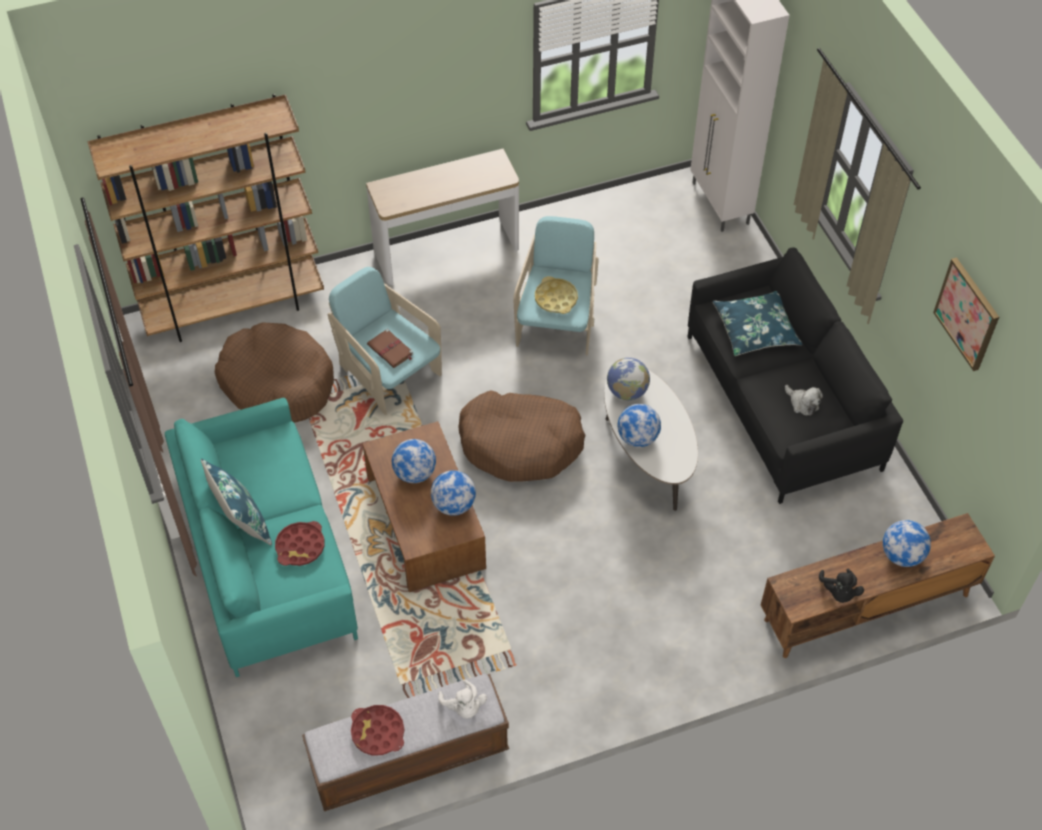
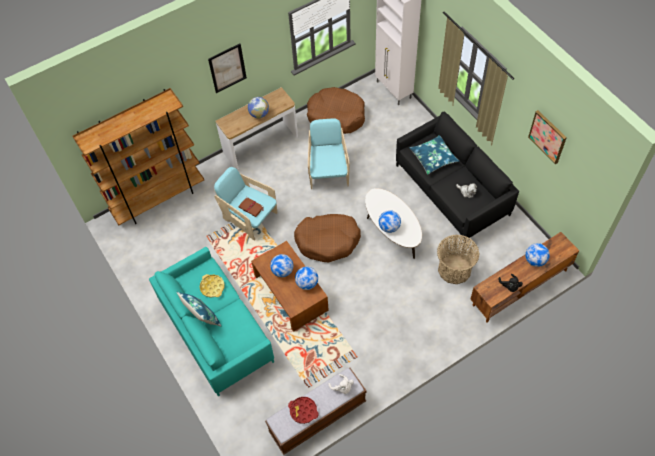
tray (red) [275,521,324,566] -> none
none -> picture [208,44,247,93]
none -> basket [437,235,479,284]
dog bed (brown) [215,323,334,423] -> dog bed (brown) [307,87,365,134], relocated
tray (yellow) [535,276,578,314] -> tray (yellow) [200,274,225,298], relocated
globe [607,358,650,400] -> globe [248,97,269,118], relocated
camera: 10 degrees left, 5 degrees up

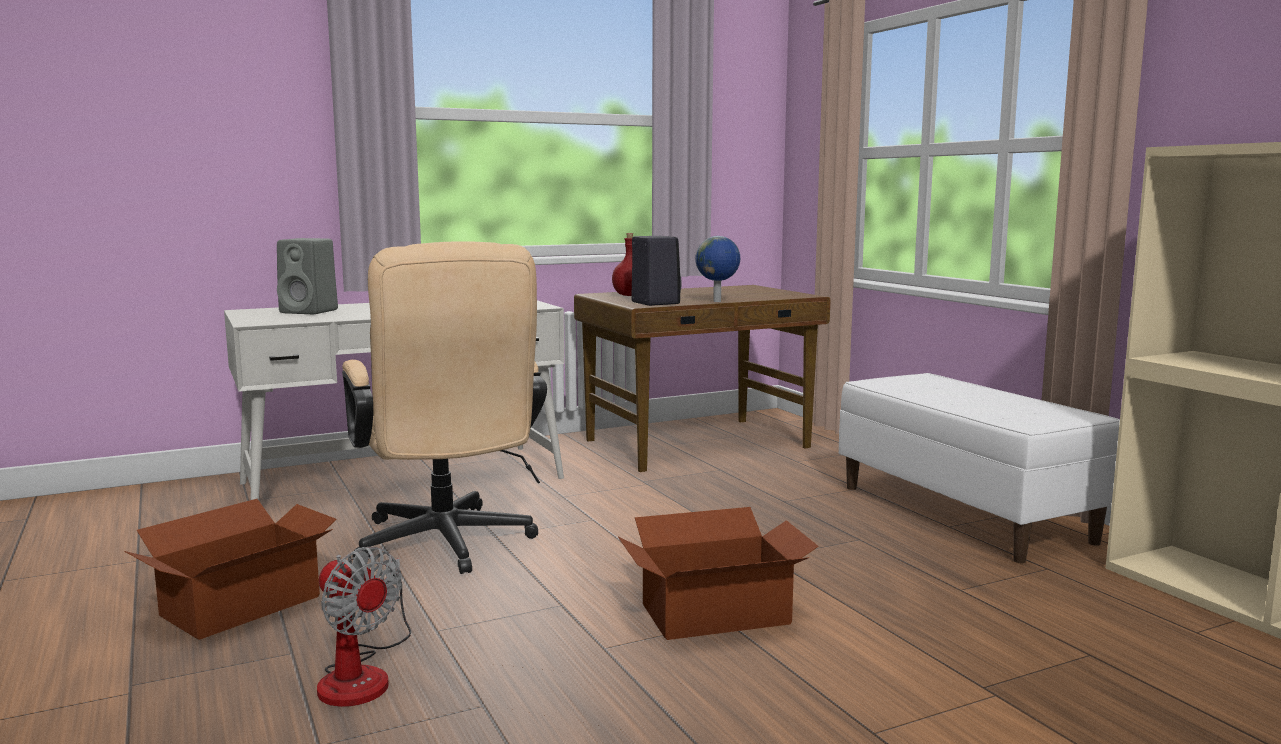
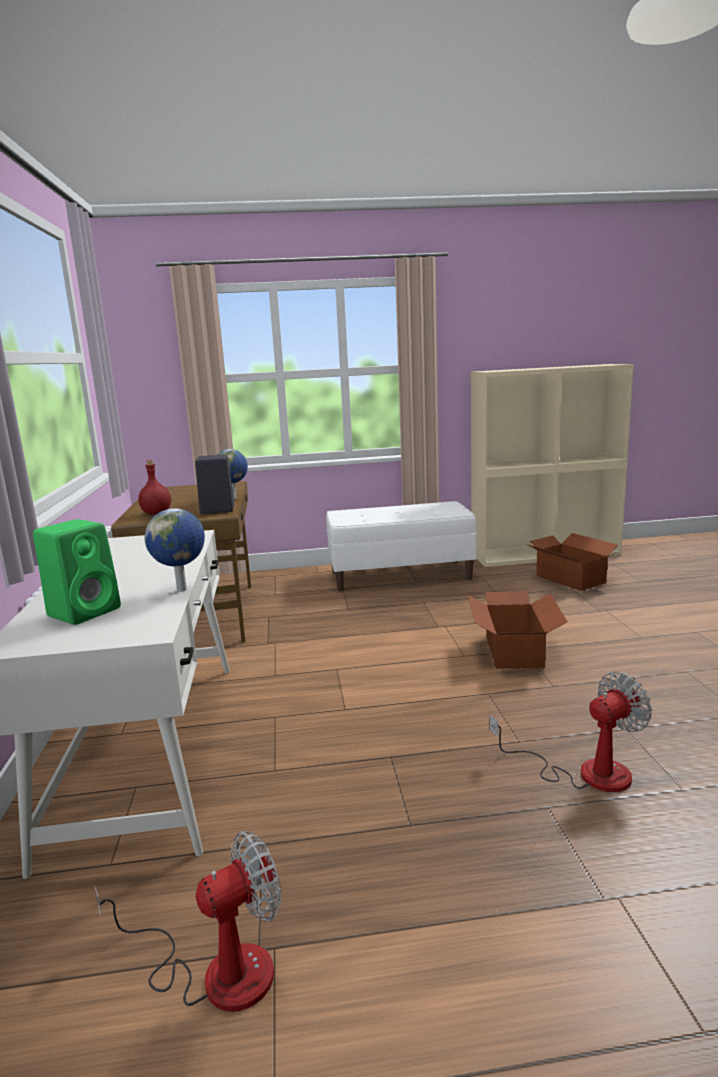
office chair (beige) [342,241,547,574] -> none
none -> fan [94,831,281,1012]
none -> globe [145,508,205,592]
cardboard box [124,499,337,640] -> cardboard box [527,533,618,591], relocated
speaker (grey) [277,238,338,314] -> speaker (green) [33,519,121,625]
camera: 70 degrees left, 5 degrees up

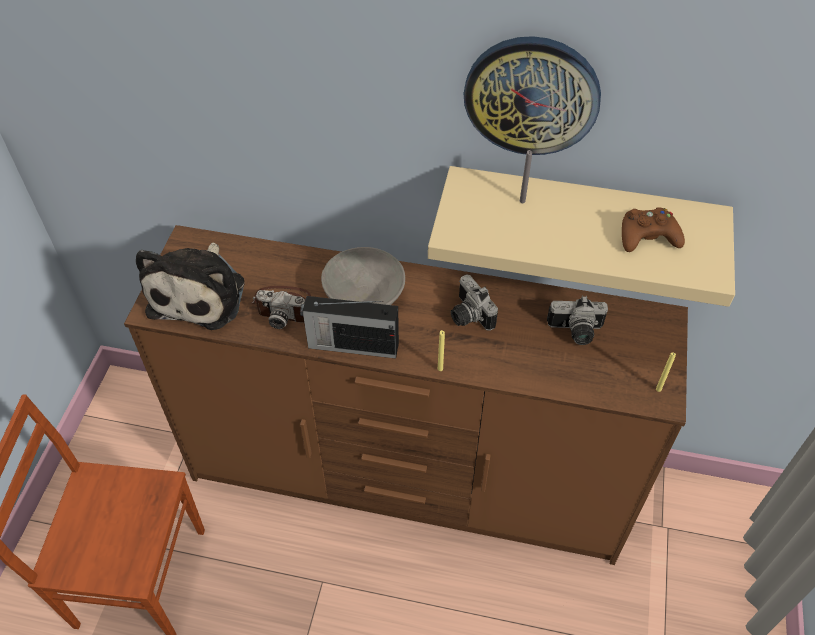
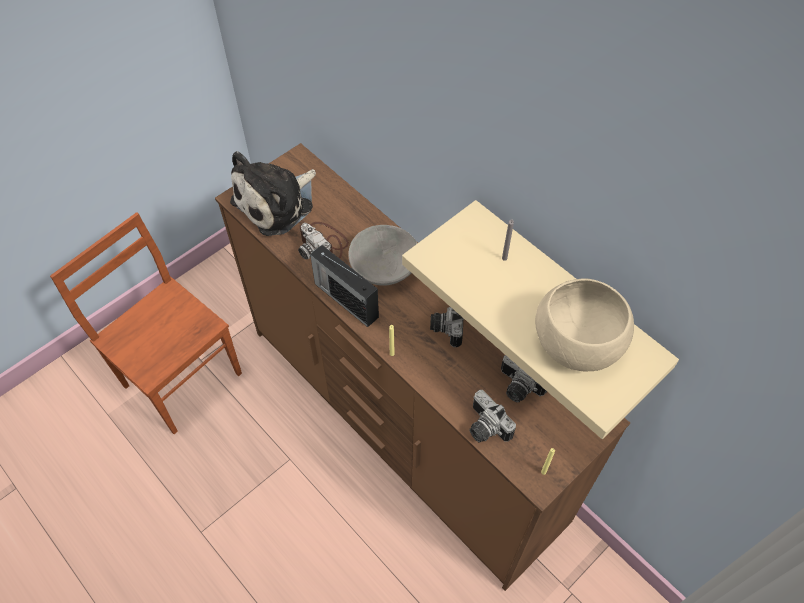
wall clock [464,36,601,155] -> none
none -> photo camera [469,390,516,443]
game controller (brown) [622,207,685,252] -> bowl (beige) [535,278,634,371]
camera: 35 degrees right, 5 degrees up

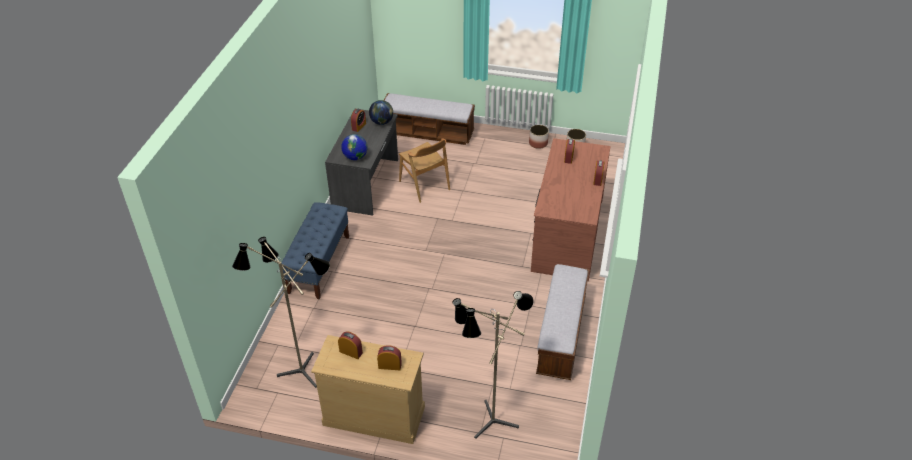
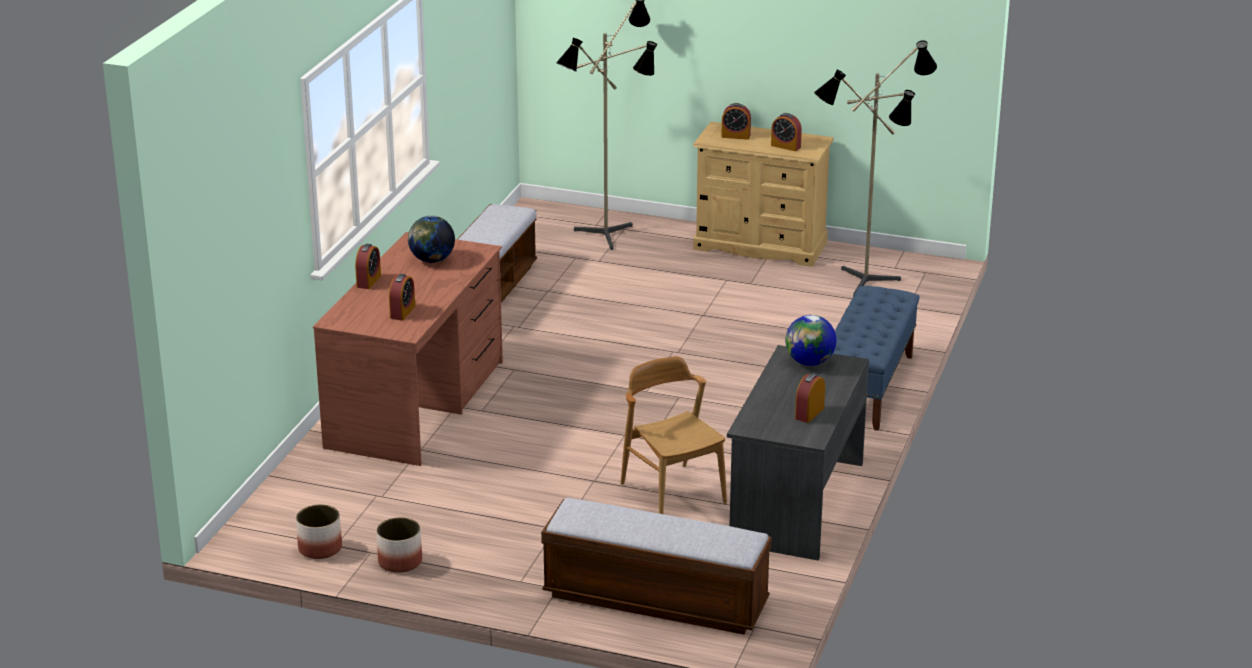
globe [369,100,393,125] -> globe [408,216,455,263], relocated
camera: 175 degrees left, 15 degrees down

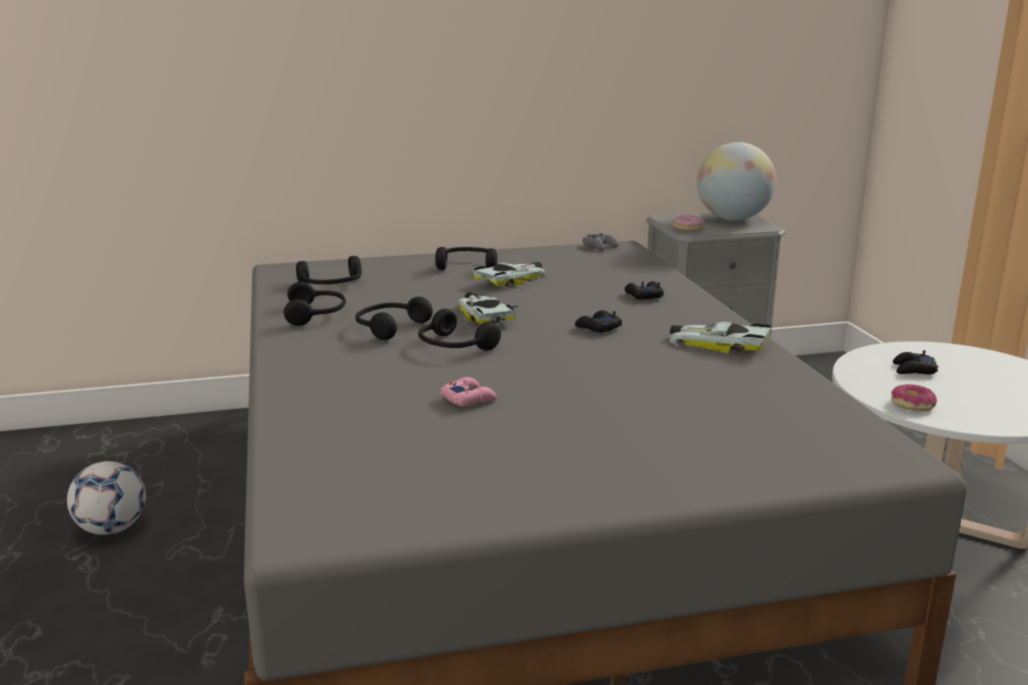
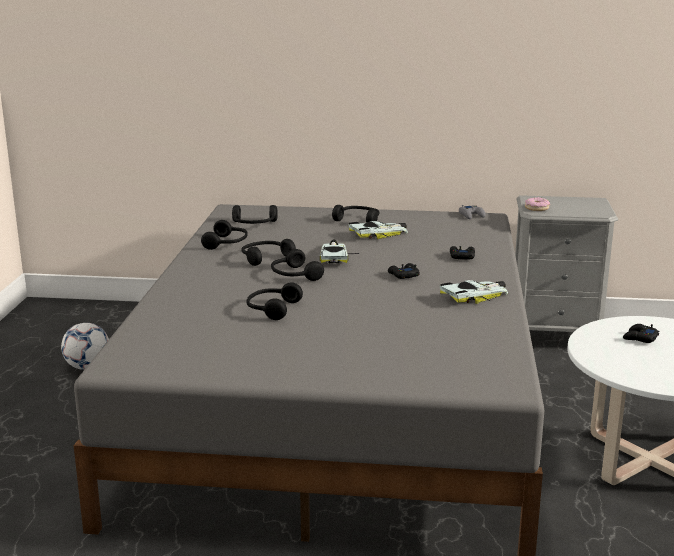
globe [697,142,776,221] -> none
donut [891,384,937,411] -> none
game controller (pink) [441,377,497,407] -> headphones (black) [247,282,303,320]
toy car [669,322,771,354] -> toy car [440,280,508,304], 105 degrees clockwise
camera: 20 degrees right, 0 degrees up

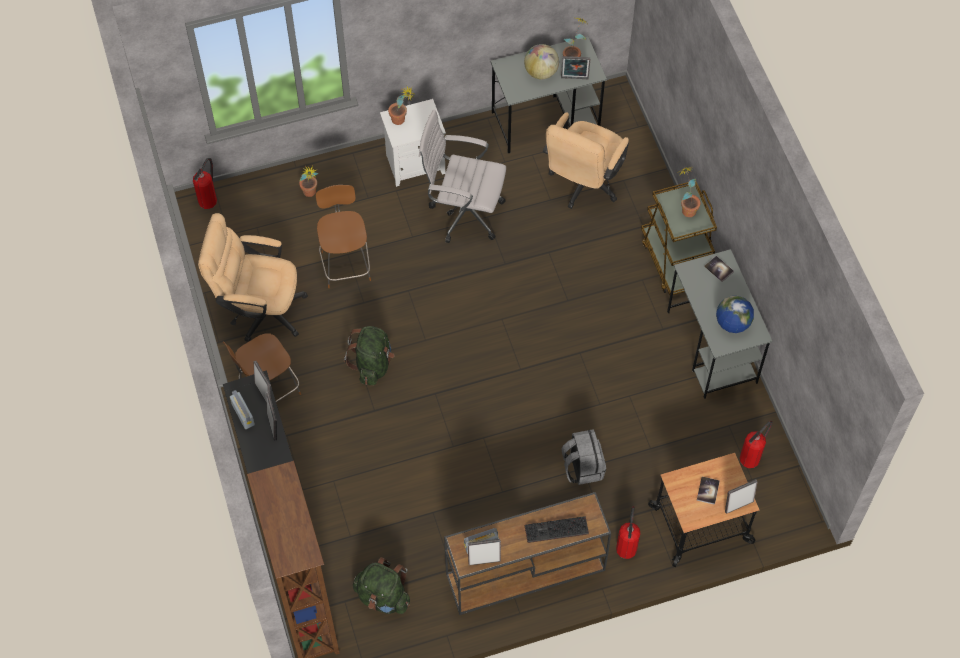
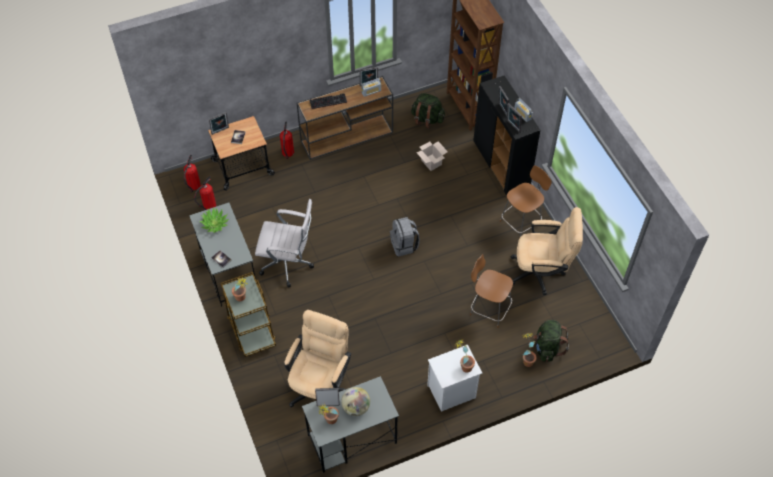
none -> cardboard box [416,141,448,171]
fire extinguisher [193,158,217,209] -> fire extinguisher [184,155,201,192], relocated
backpack (green) [344,326,394,386] -> backpack (green) [533,320,569,362], relocated
office chair (white) [419,110,506,243] -> office chair (white) [255,199,314,288], relocated
backpack (grey) [562,429,606,485] -> backpack (grey) [390,217,420,257], relocated
globe [716,296,754,333] -> potted plant [199,208,229,233]
chair (brown) [316,185,371,288] -> chair (brown) [470,254,513,328], 135 degrees clockwise
camera: 175 degrees right, 5 degrees down

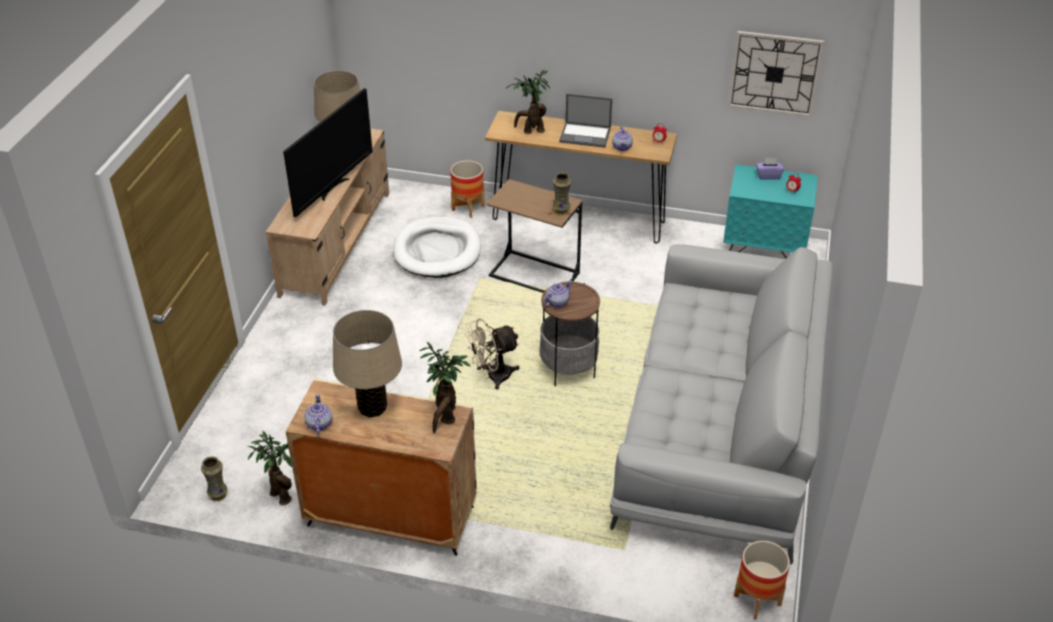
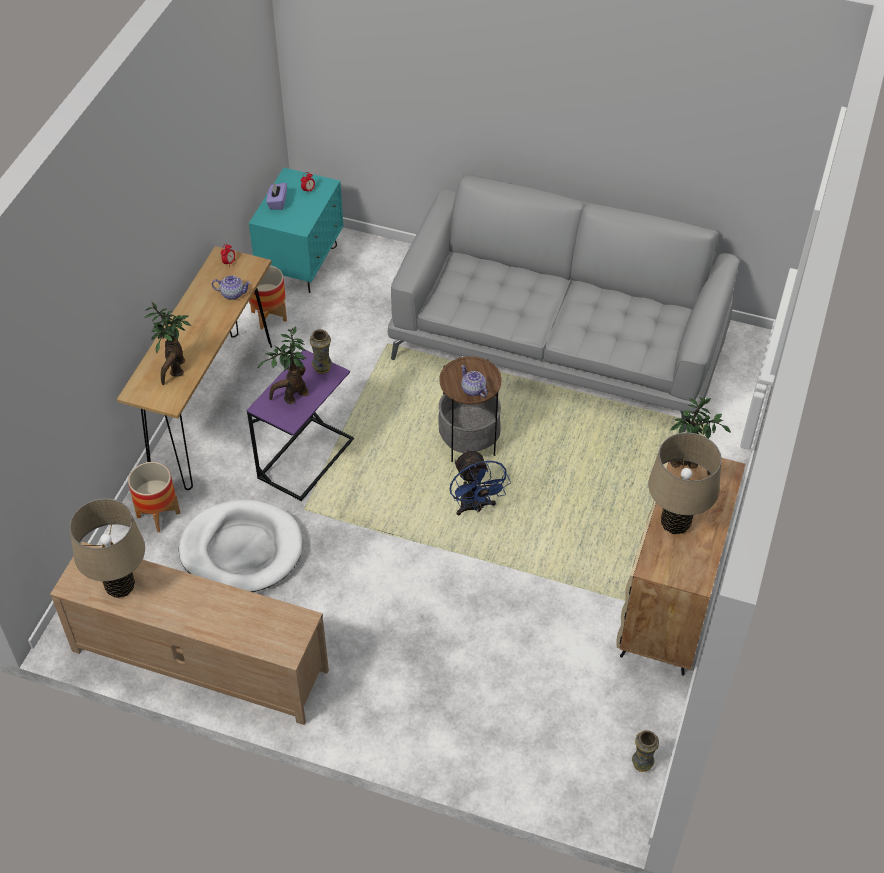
television [283,88,373,217] -> none
teapot [304,394,333,434] -> none
laptop [559,94,612,148] -> none
wall clock [728,31,824,117] -> none
potted plant [248,431,292,505] -> potted plant [258,326,309,404], relocated
planter [734,541,790,620] -> planter [249,265,287,330], relocated
fan (beige) [465,318,519,389] -> fan (blue) [450,449,511,515]
side table (brown) [486,179,583,293] -> side table (purple) [246,349,354,501]
camera: 85 degrees left, 10 degrees up

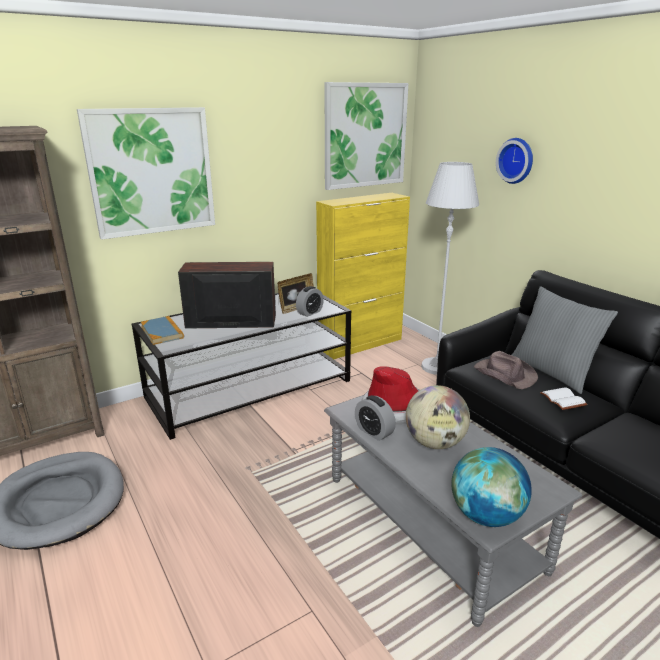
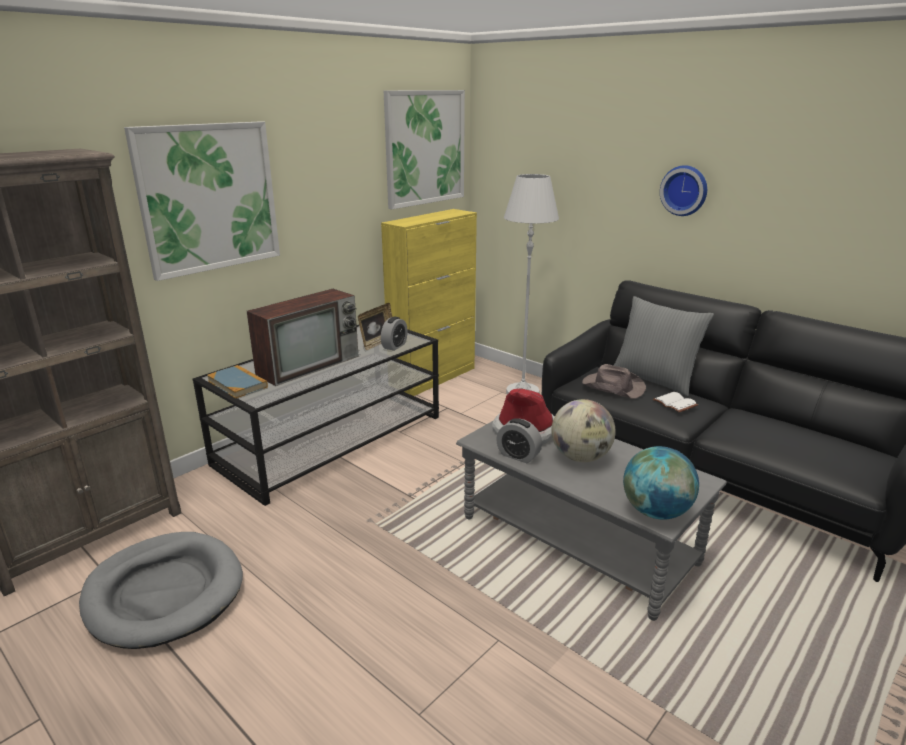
wall clock [496,138,533,184] -> wall clock [660,165,707,216], relocated
television [178,262,276,329] -> television [247,289,359,386], 150 degrees clockwise
camera: 15 degrees left, 0 degrees up

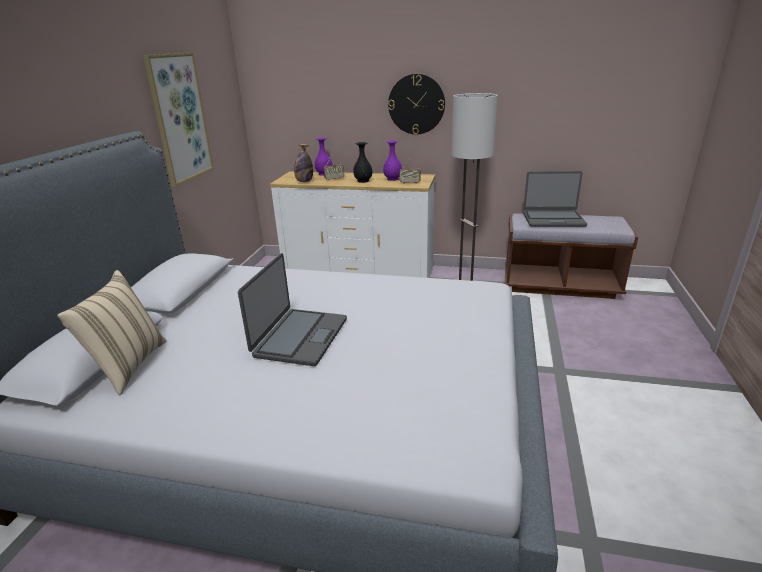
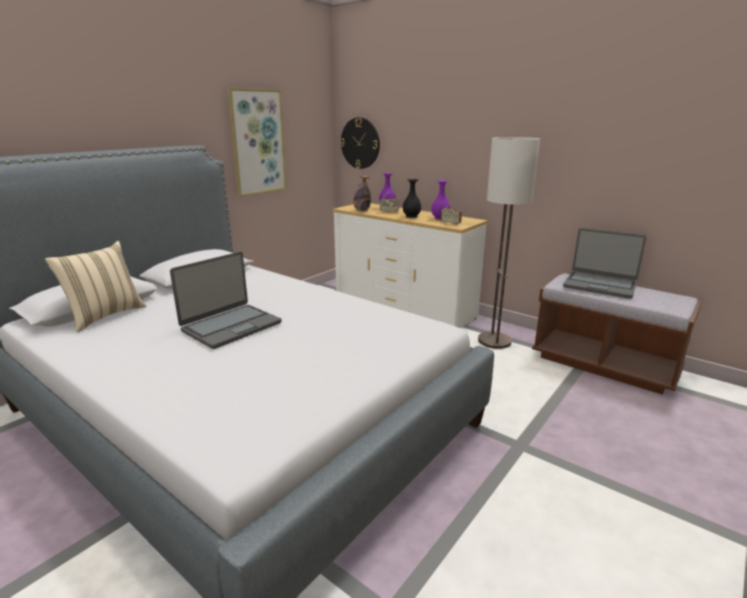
wall clock [388,74,445,134] -> wall clock [340,117,380,169], relocated
camera: 25 degrees right, 5 degrees down

